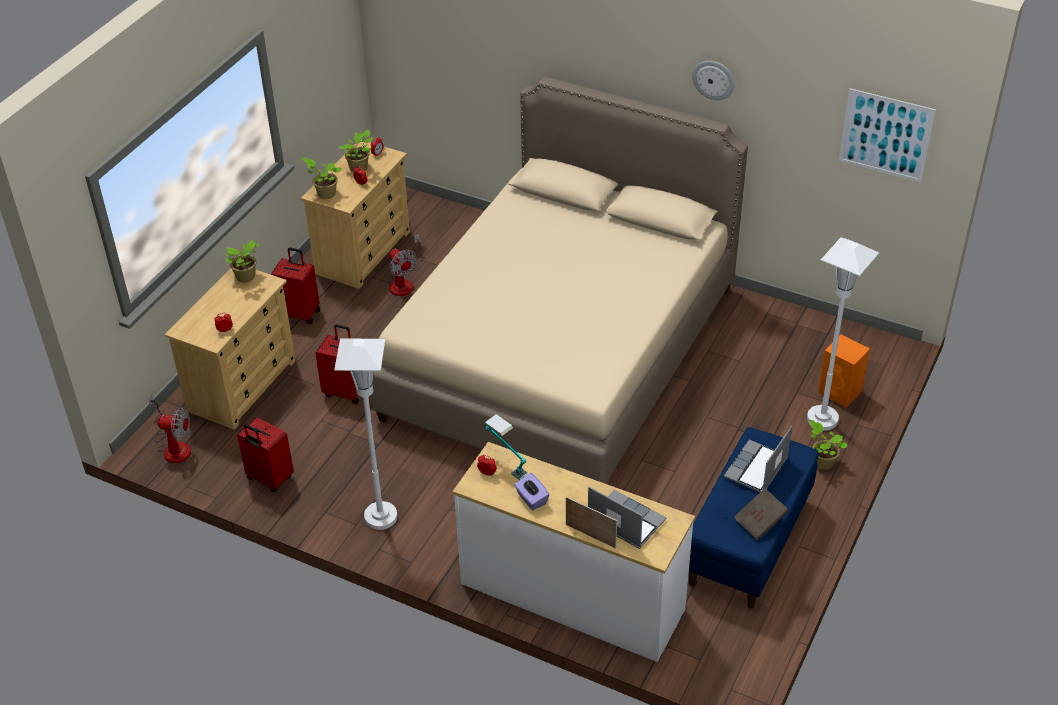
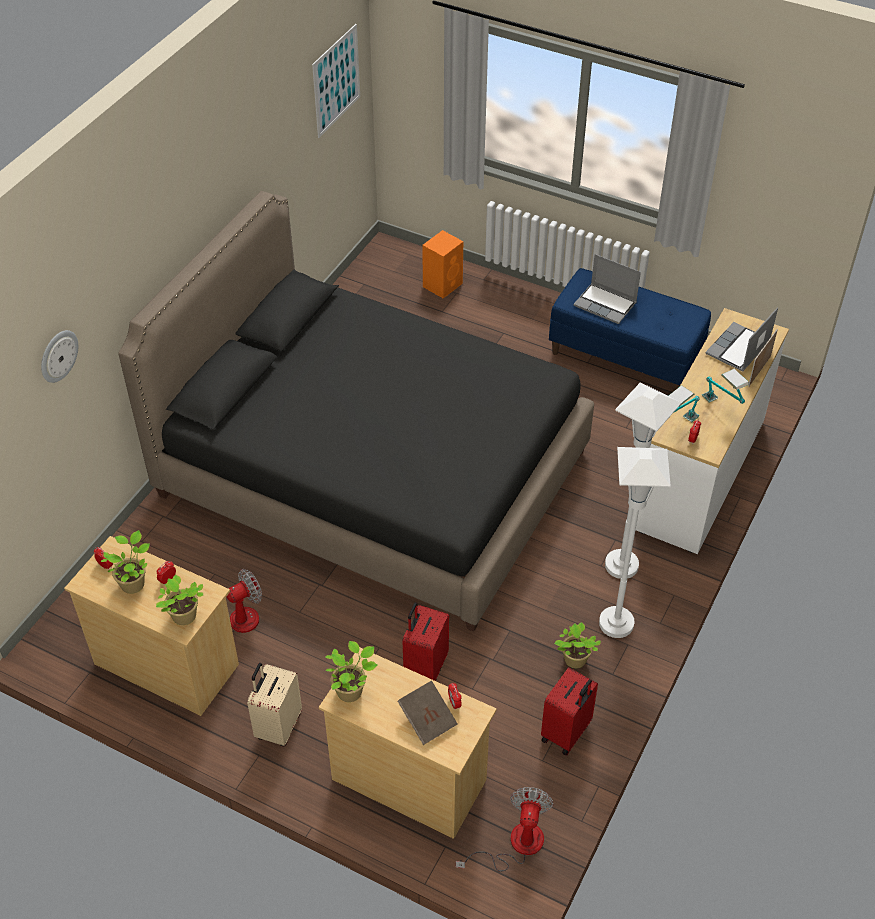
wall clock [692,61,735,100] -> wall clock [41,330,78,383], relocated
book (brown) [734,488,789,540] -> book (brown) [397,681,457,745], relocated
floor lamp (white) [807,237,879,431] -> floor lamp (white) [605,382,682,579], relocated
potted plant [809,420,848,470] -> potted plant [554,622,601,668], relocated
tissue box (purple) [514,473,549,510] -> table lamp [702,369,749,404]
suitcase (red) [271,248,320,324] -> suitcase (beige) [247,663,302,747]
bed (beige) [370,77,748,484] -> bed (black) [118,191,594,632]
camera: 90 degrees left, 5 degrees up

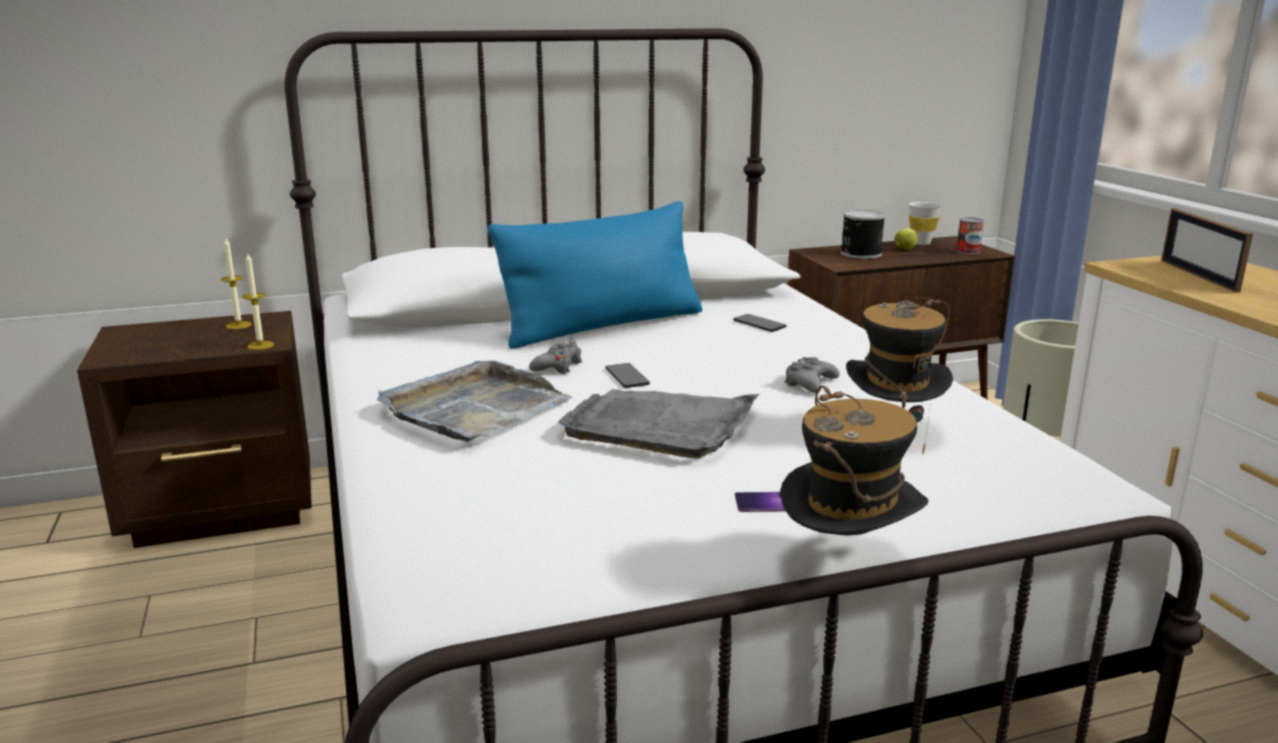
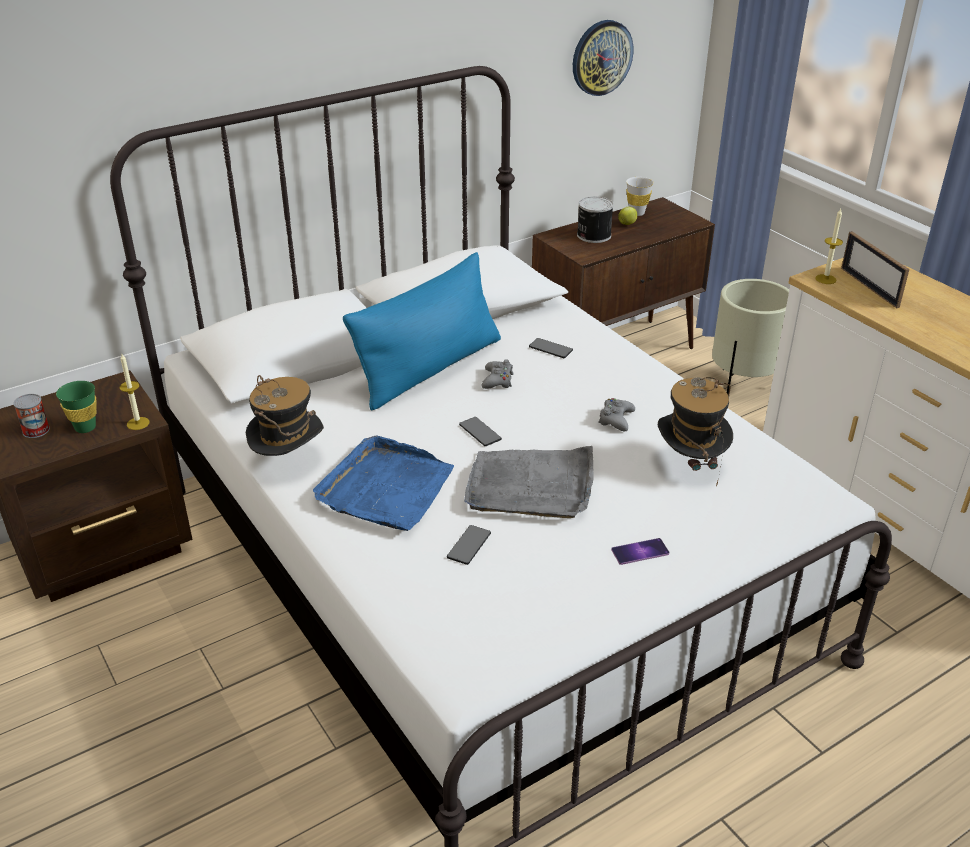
none -> cup (green) [56,381,97,433]
none -> phone [447,525,491,565]
none -> wall clock [573,20,633,96]
candle [221,238,252,329] -> candle [815,209,843,284], relocated
game controller (grey) [529,340,582,374] -> game controller (grey) [482,359,514,389], relocated
hat [780,386,929,536] -> hat [246,375,324,456], relocated
can [956,217,984,254] -> can [13,394,50,438], relocated
tray (grey) [377,361,573,442] -> tray (blue) [313,436,454,531]
camera: 15 degrees left, 15 degrees up

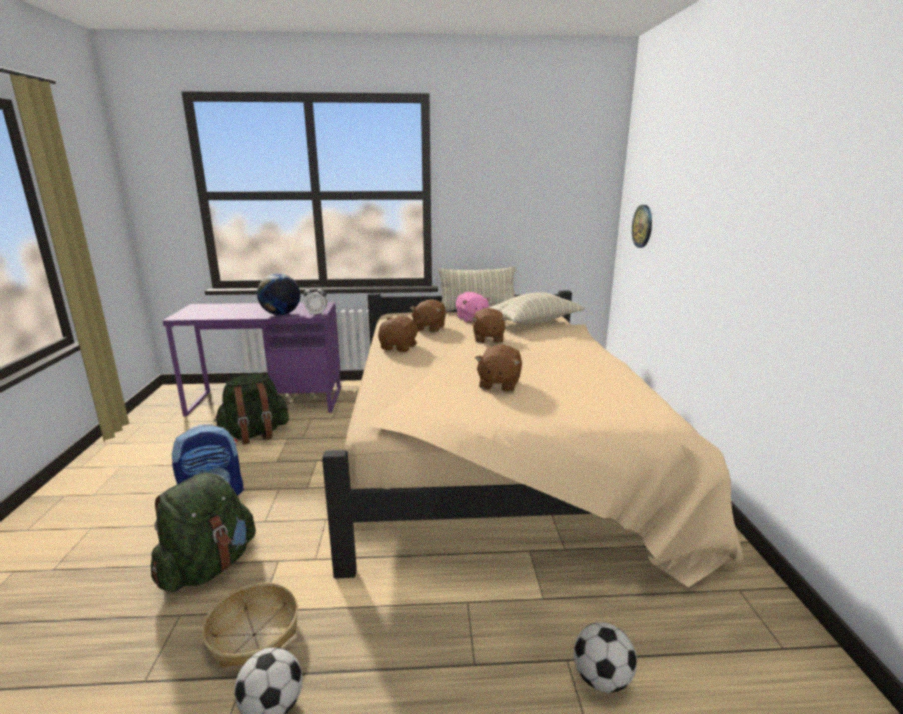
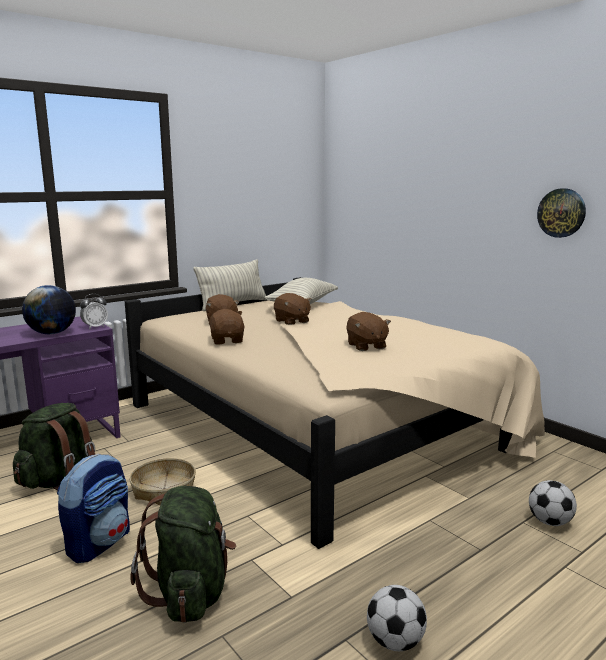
plush toy (pink) [456,292,490,323] -> none
basket [202,583,298,667] -> basket [129,458,196,505], relocated
wall clock [632,205,652,248] -> wall clock [537,188,586,238], relocated
camera: 35 degrees left, 5 degrees down

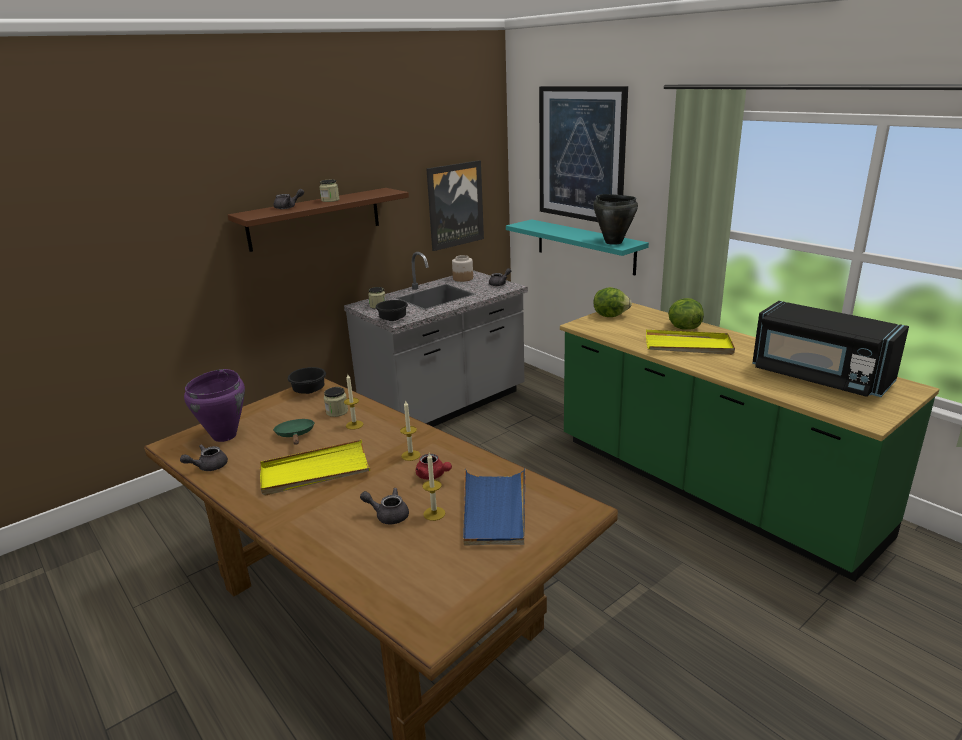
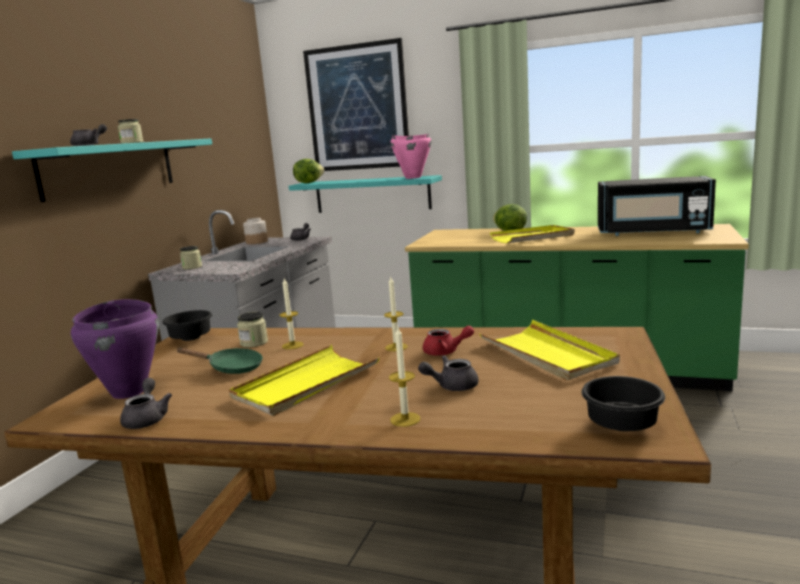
picture [426,160,484,251] -> none
bowl (black) [376,300,408,321] -> bowl (black) [581,376,665,431], relocated
candle [422,453,445,521] -> candle [389,327,420,427], relocated
lettuce [593,287,632,317] -> lettuce [293,159,324,183], relocated
shelf (brown) [228,188,409,252] -> shelf (turquoise) [12,138,212,202]
tray (blue) [463,468,526,546] -> tray (yellow) [480,320,620,380]
cooking pot (black) [593,194,638,245] -> cooking pot (pink) [391,134,431,179]
teapot (grey) [180,445,228,471] -> teapot (grey) [120,378,172,429], 150 degrees clockwise
frying pan (green) [273,419,315,445] -> frying pan (green) [176,348,263,374], 150 degrees clockwise
camera: 30 degrees left, 10 degrees down

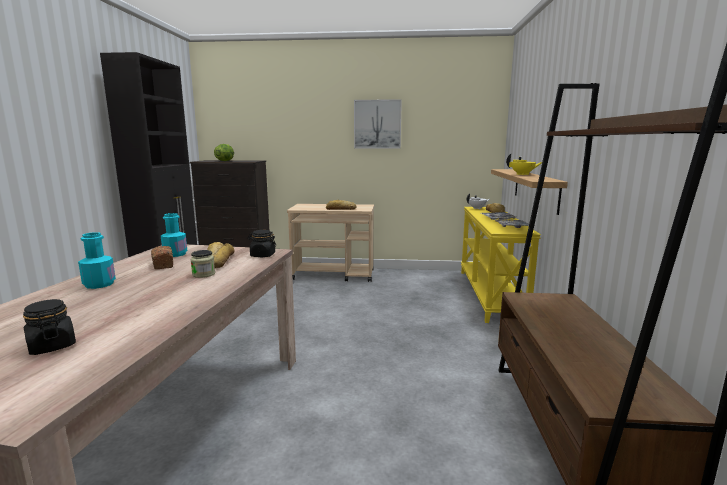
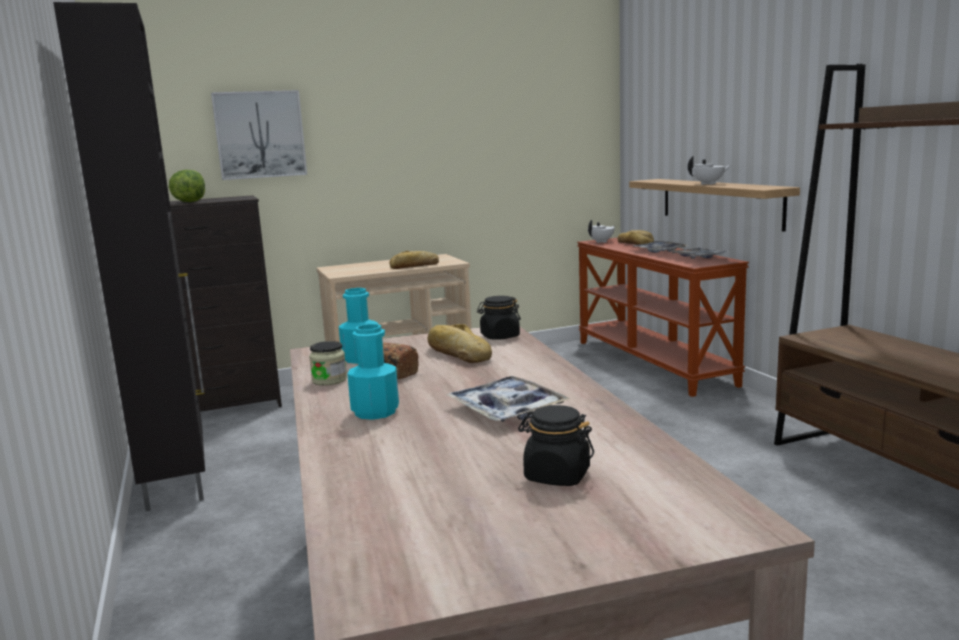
none -> tray [447,376,571,422]
jar [190,250,215,278] -> jar [309,341,347,386], relocated
picture [354,99,402,149] -> picture [211,90,307,180], relocated
console table (yellow) [461,207,541,323] -> console table (brown) [577,238,749,397]
teapot (yellow) [506,154,542,175] -> teapot (white) [688,156,731,185]
camera: 25 degrees left, 0 degrees up

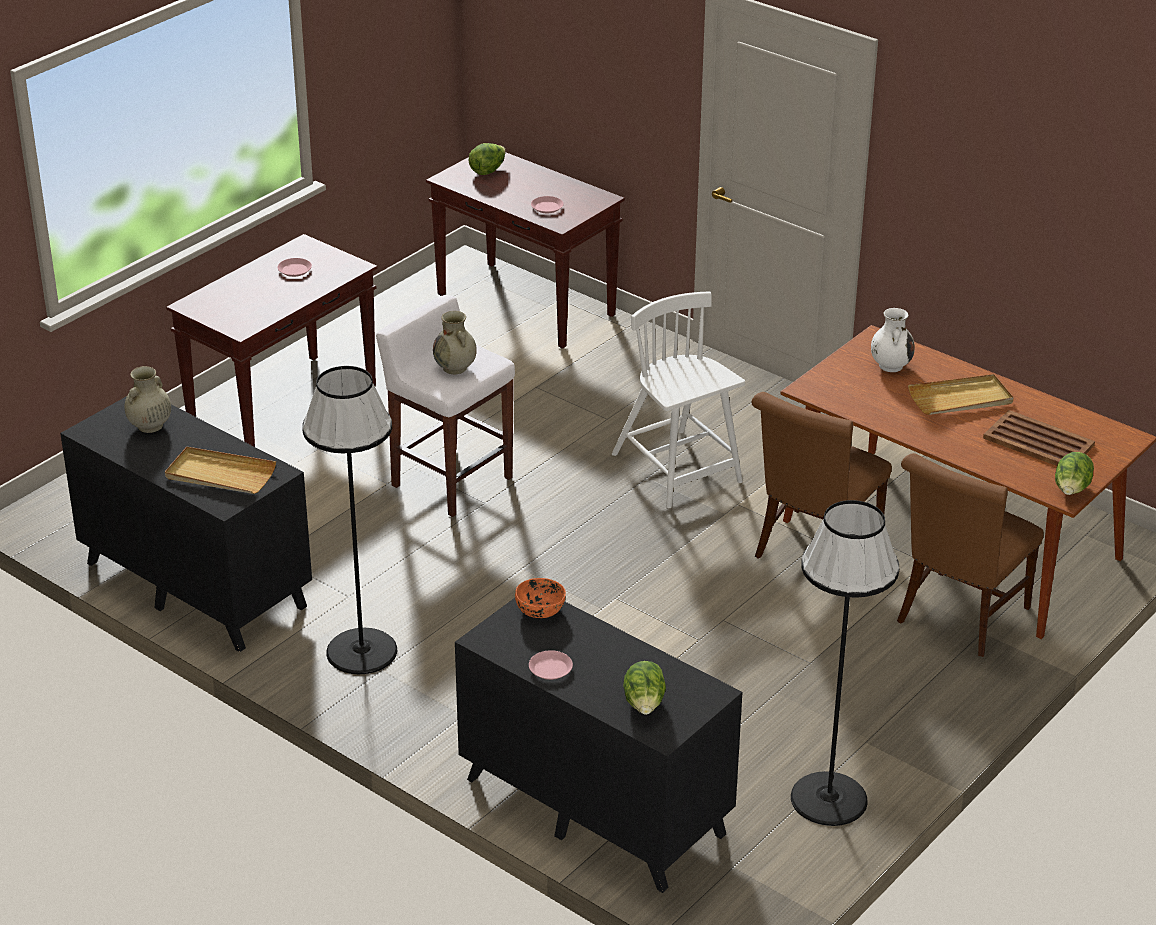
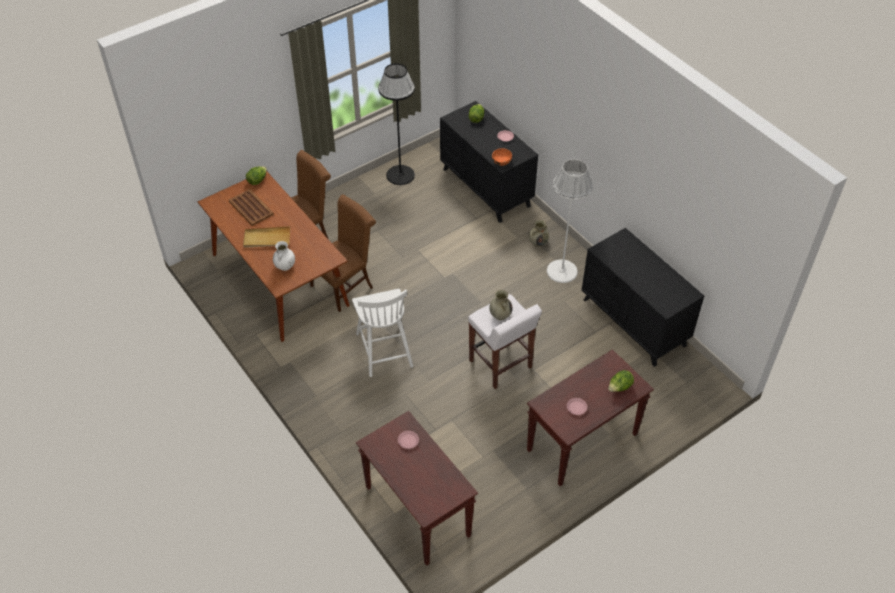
tray (beige) [165,447,276,494] -> none
vase (beige) [124,366,171,433] -> vase (beige) [529,220,549,247], relocated
lettuce [469,143,506,175] -> lettuce [608,370,634,392], relocated
floor lamp (black) [302,366,397,674] -> floor lamp (white) [547,159,593,283]
camera: 165 degrees left, 15 degrees up

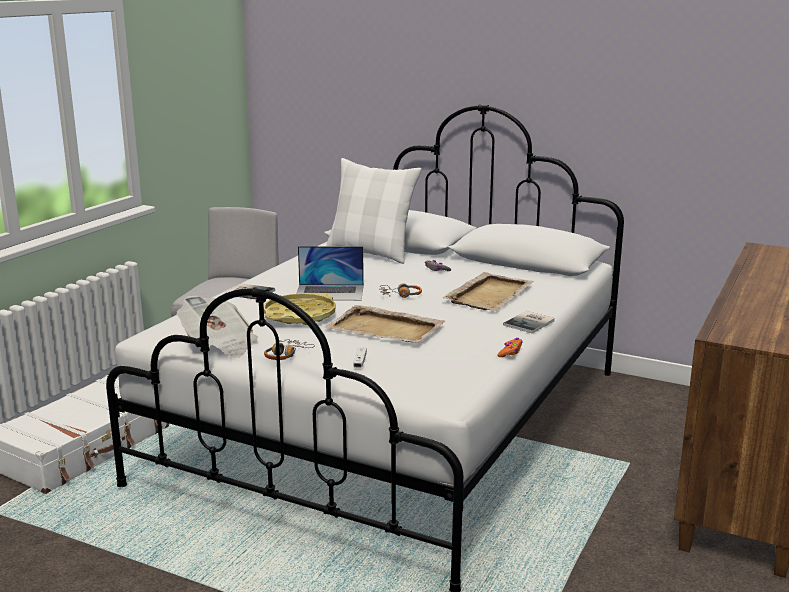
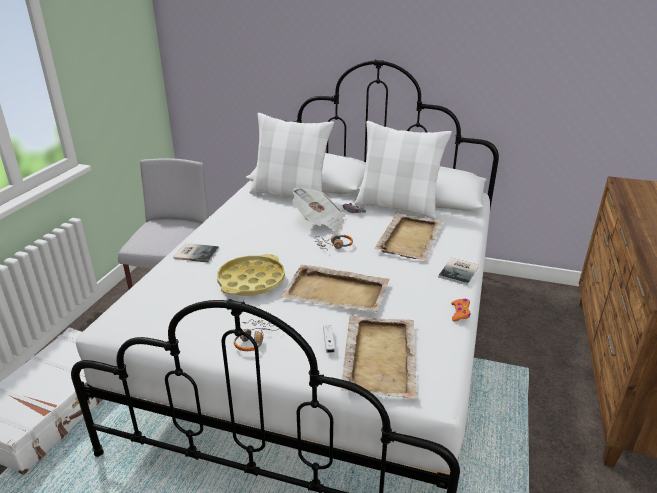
laptop [296,246,364,301] -> none
none -> tray (beige) [341,315,419,399]
none -> pillow (white) [355,121,452,219]
newspaper [177,295,258,358] -> newspaper [292,188,345,232], relocated
camera: 10 degrees left, 10 degrees up

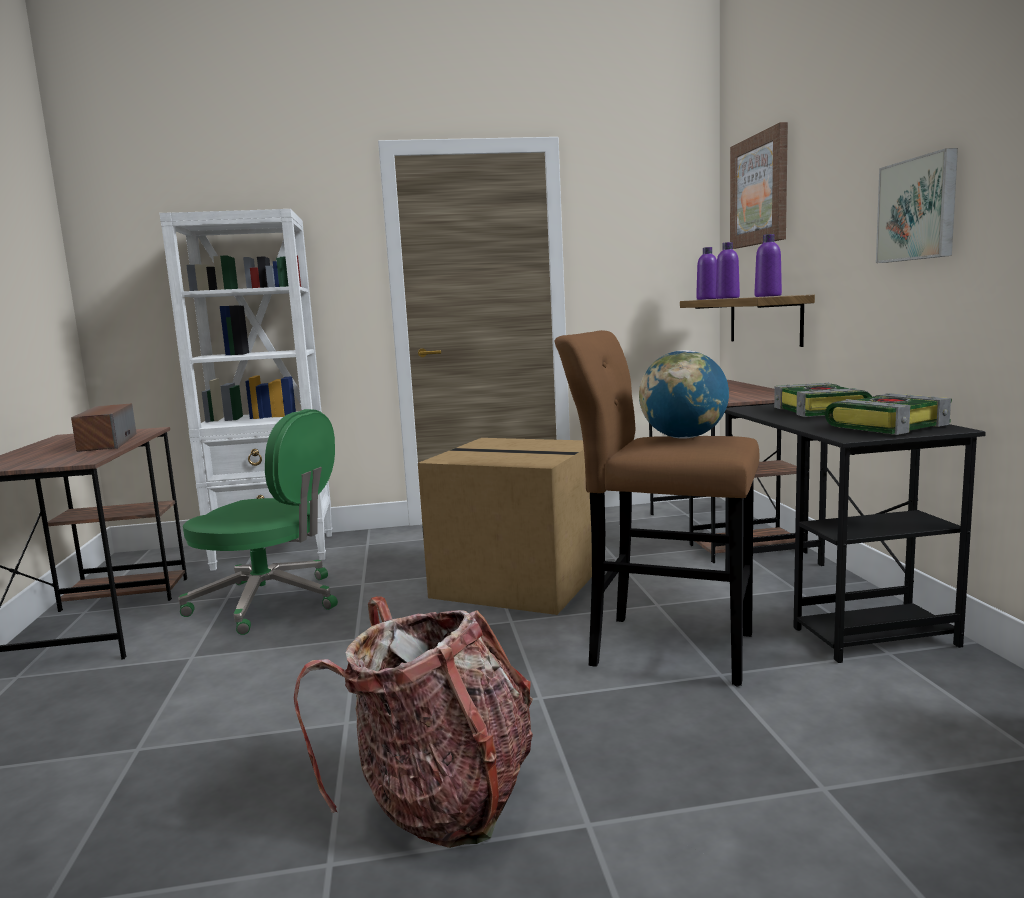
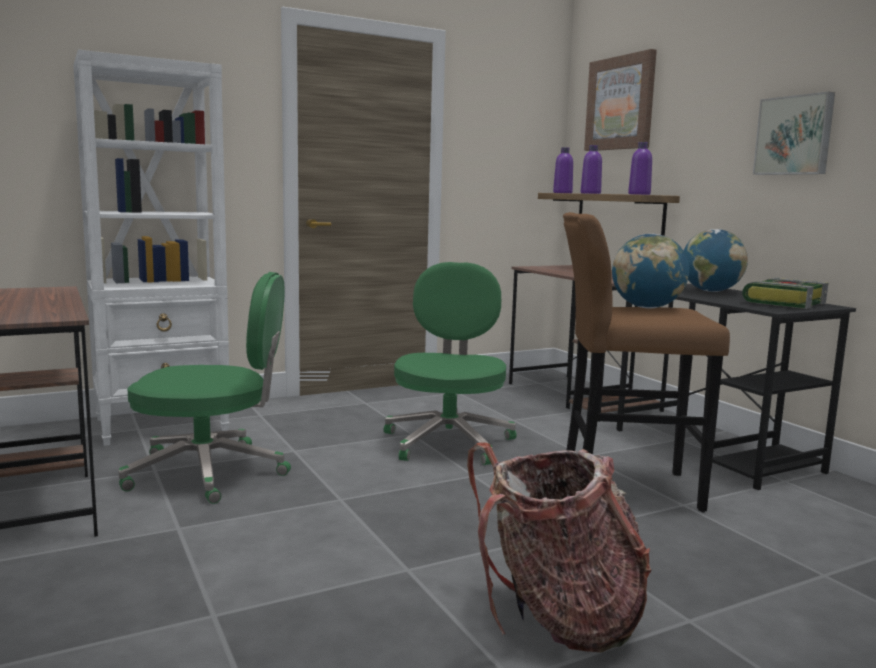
speaker [71,403,137,452] -> none
cardboard box [418,438,592,615] -> office chair (green) [384,262,517,465]
book [774,383,872,417] -> globe [683,229,748,292]
camera: 20 degrees left, 0 degrees up

